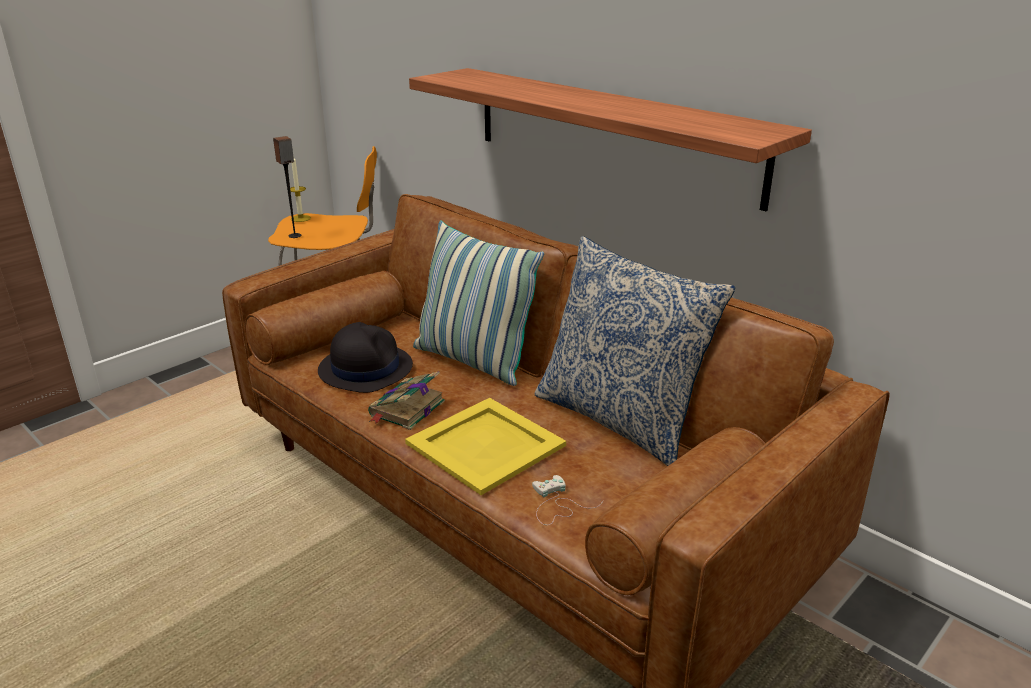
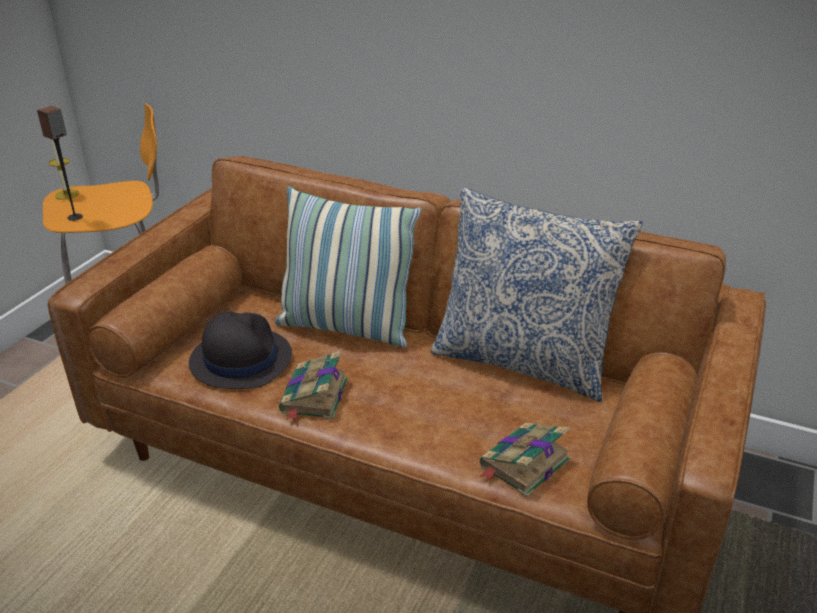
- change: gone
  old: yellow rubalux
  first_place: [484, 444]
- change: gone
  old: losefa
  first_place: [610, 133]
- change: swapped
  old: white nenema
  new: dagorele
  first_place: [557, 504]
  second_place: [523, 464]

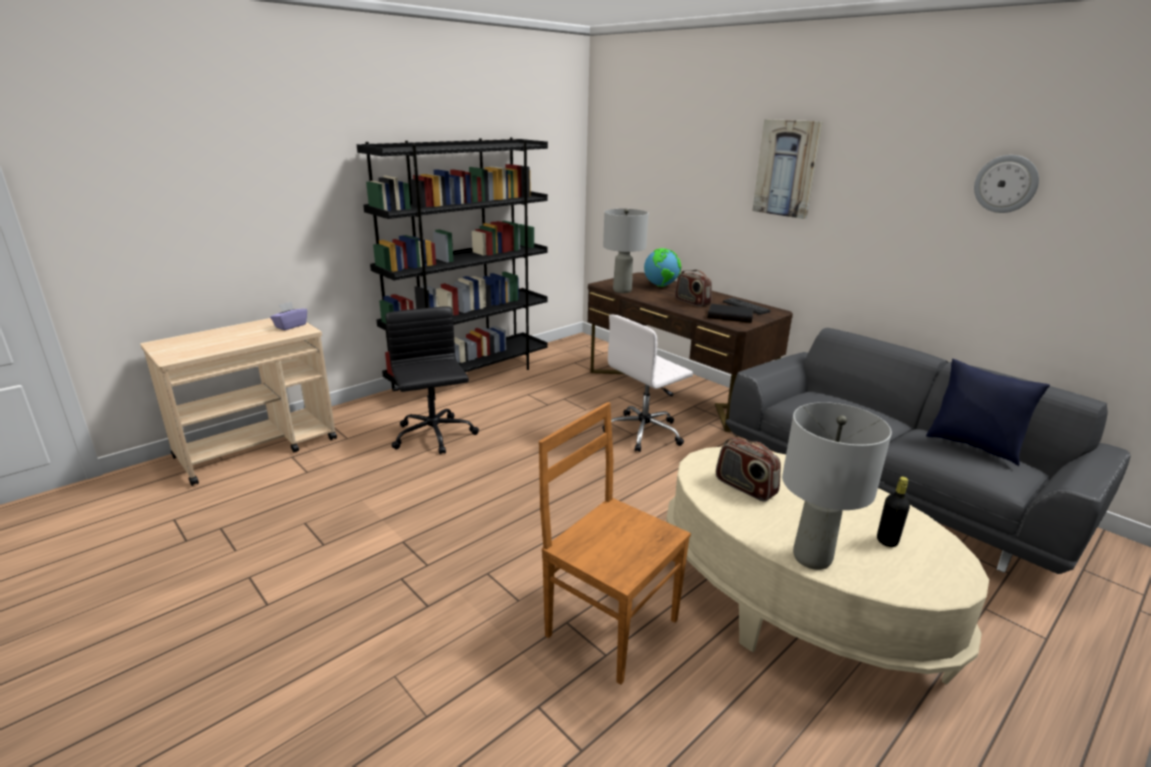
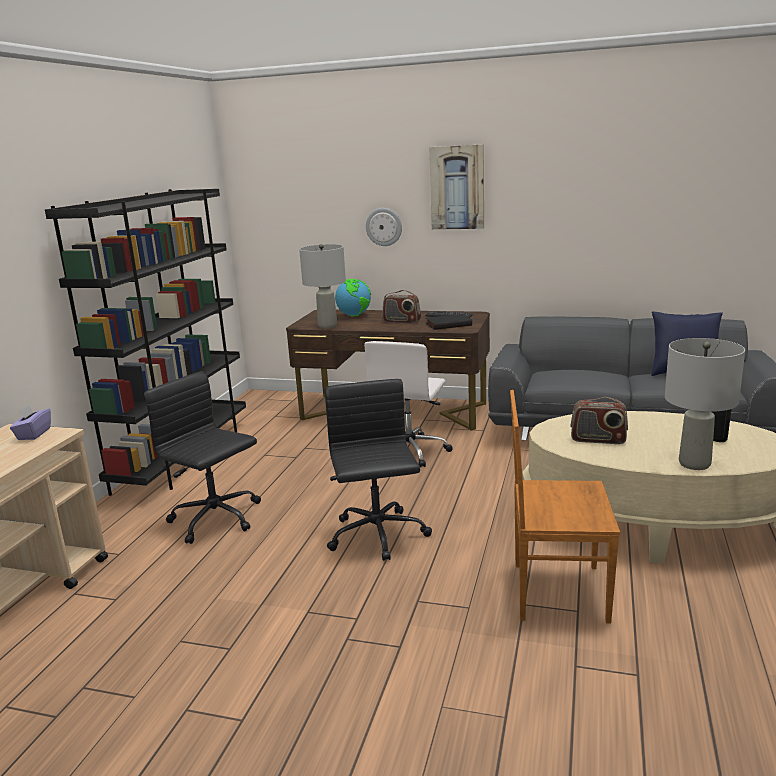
- change: new
  new: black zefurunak
  second_place: [377, 536]
- change: shifted
  old: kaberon
  first_place: [1006, 184]
  second_place: [384, 227]

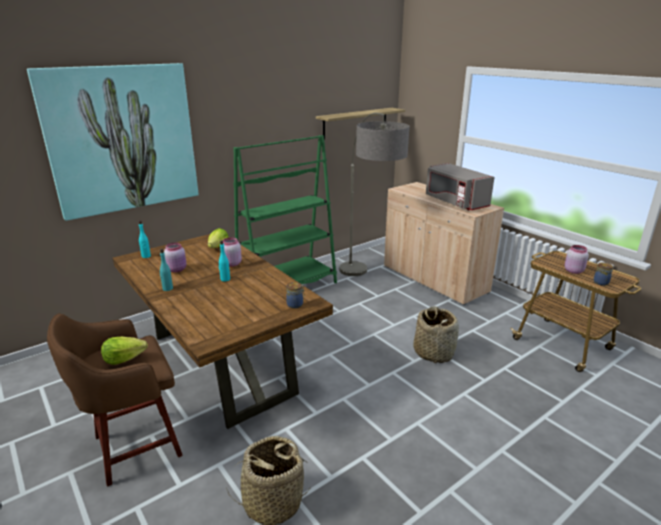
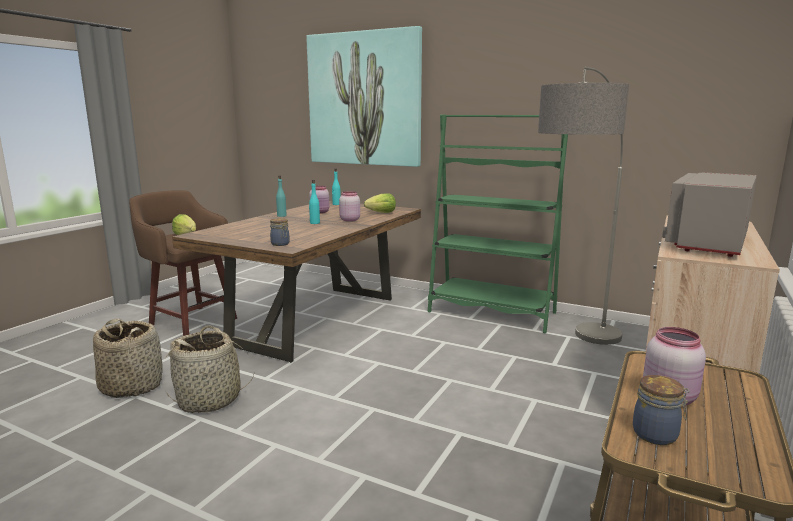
- change: gone
  old: losefa
  first_place: [355, 123]
- change: shifted
  old: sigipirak
  first_place: [434, 352]
  second_place: [210, 400]

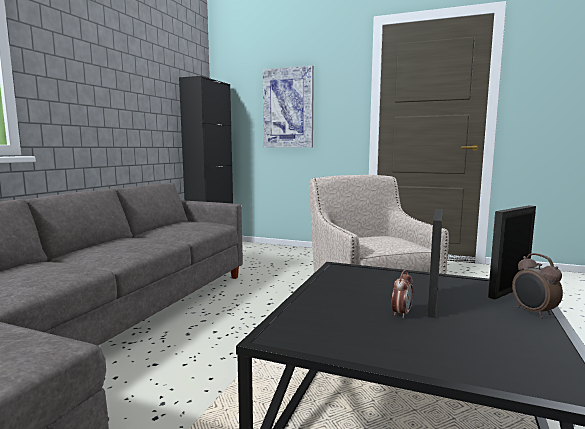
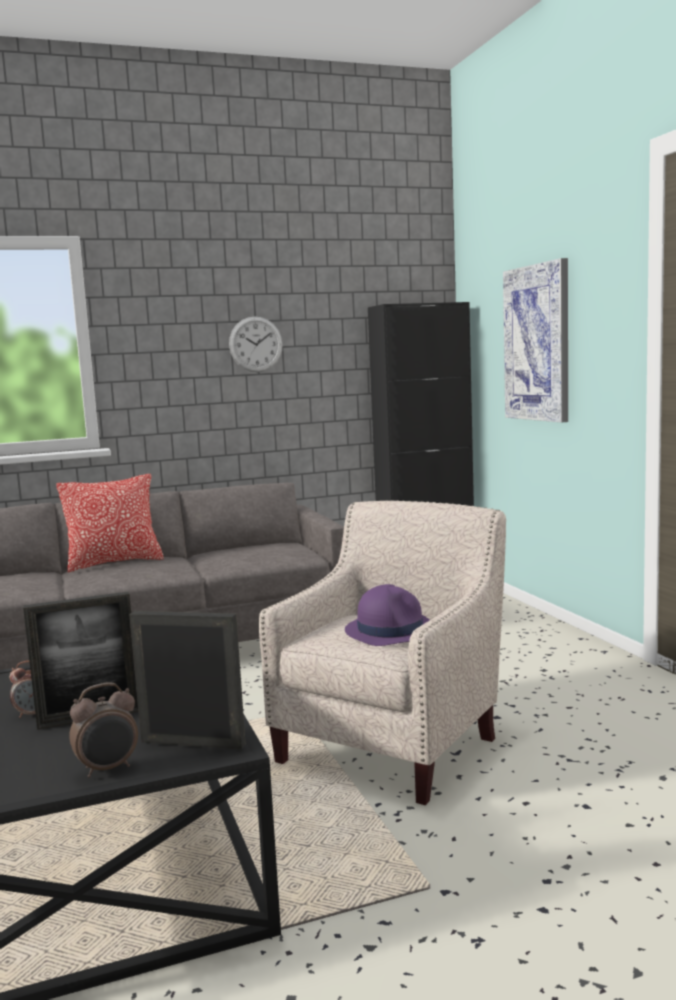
- change: new
  new: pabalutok
  second_place: [114, 563]
- change: new
  new: kaberon
  second_place: [255, 344]
- change: new
  new: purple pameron
  second_place: [390, 630]
- change: rotated
  old: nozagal
  first_place: [533, 312]
  second_place: [108, 769]
  degrees: -150

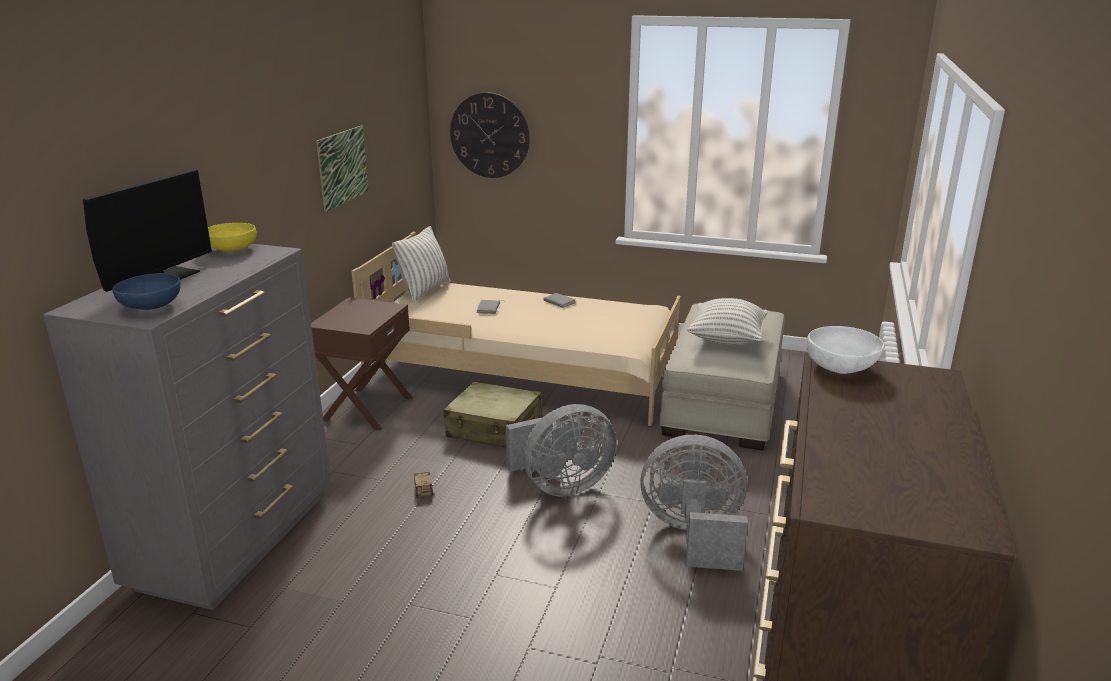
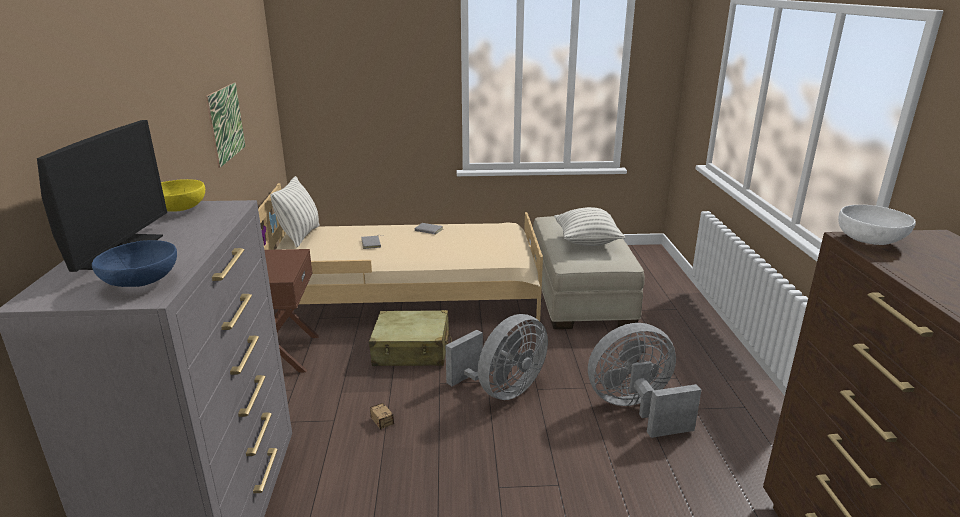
- change: gone
  old: kaberon
  first_place: [489, 135]

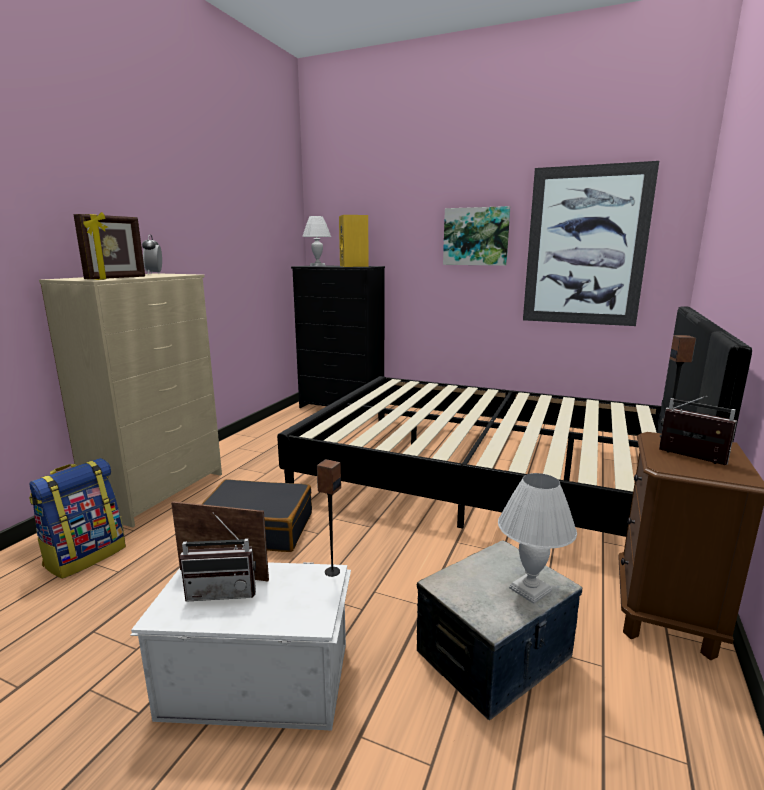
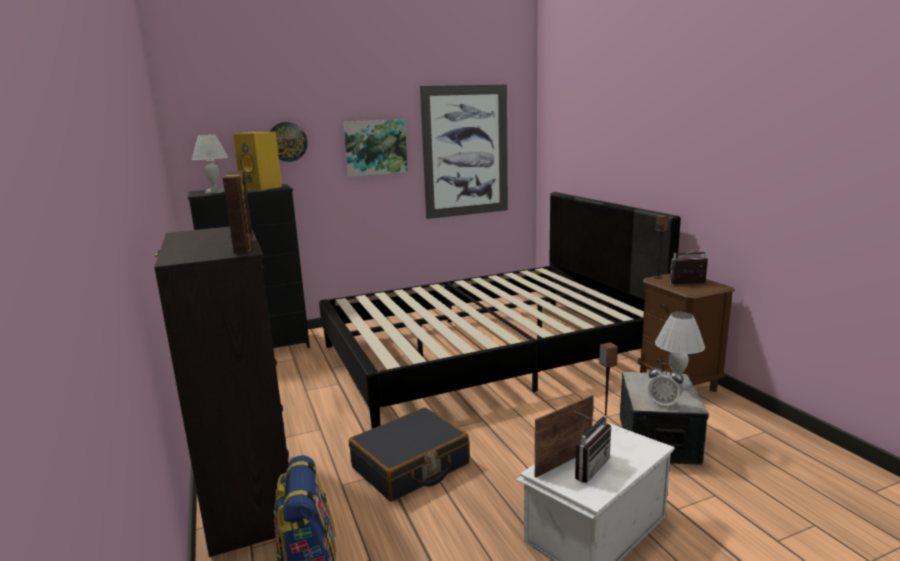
- change: new
  new: kaberon
  second_place: [287, 141]
- change: shifted
  old: nozagal
  first_place: [154, 273]
  second_place: [664, 404]
- change: repainted
  old: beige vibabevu
  new: black vibabevu
  first_place: [160, 492]
  second_place: [250, 495]

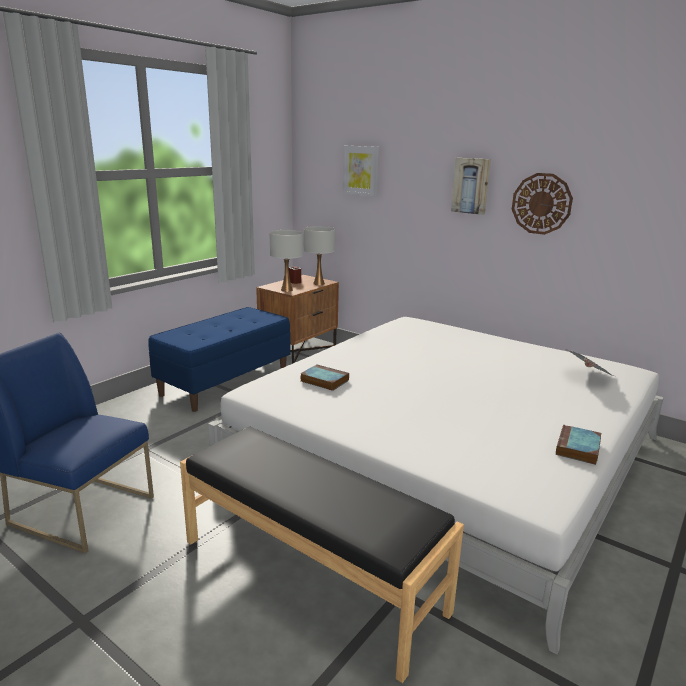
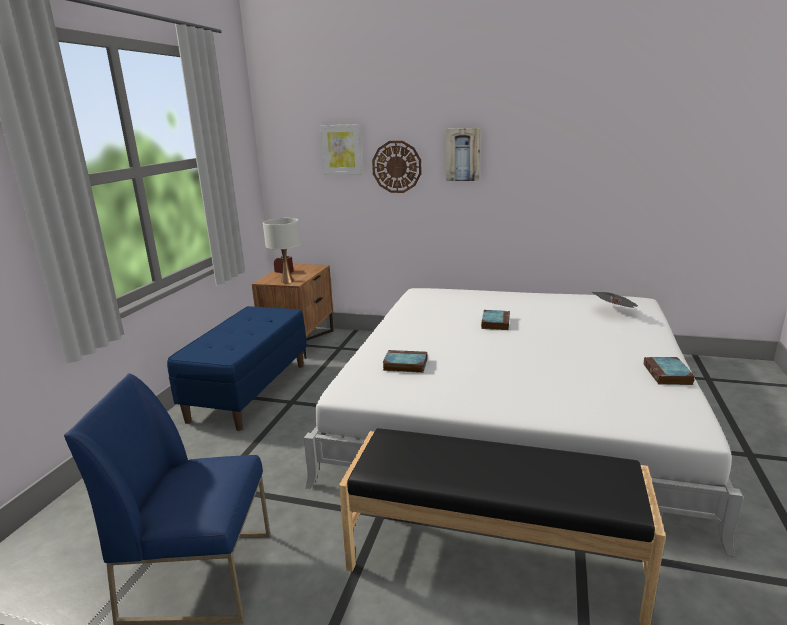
- change: gone
  old: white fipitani
  first_place: [318, 283]
- change: new
  new: dagorele
  second_place: [495, 322]
- change: shifted
  old: kaberon
  first_place: [541, 203]
  second_place: [396, 167]

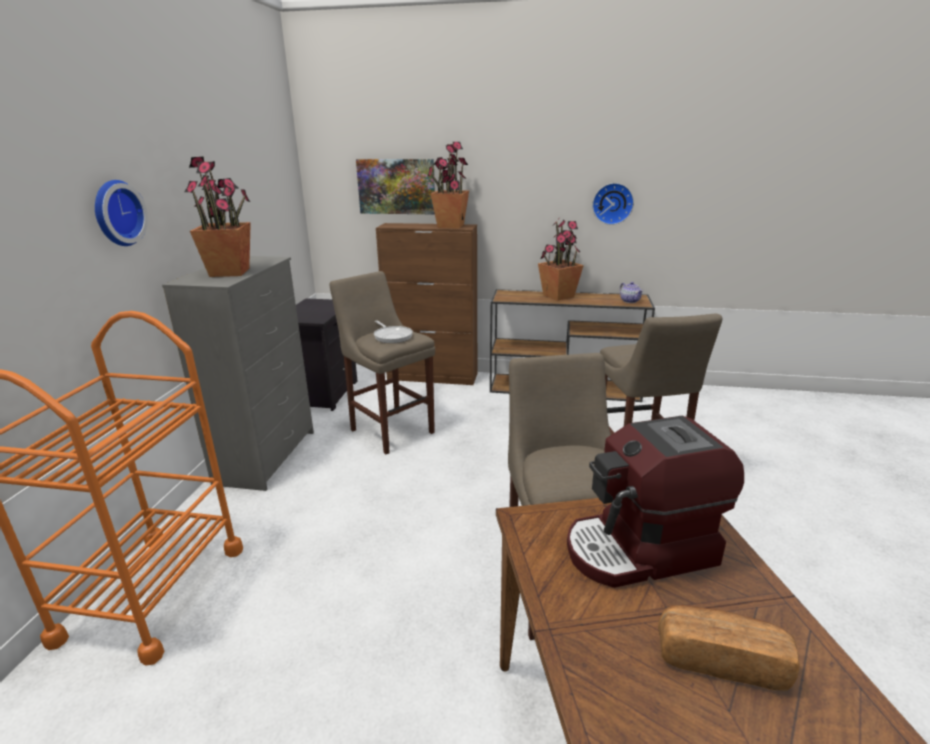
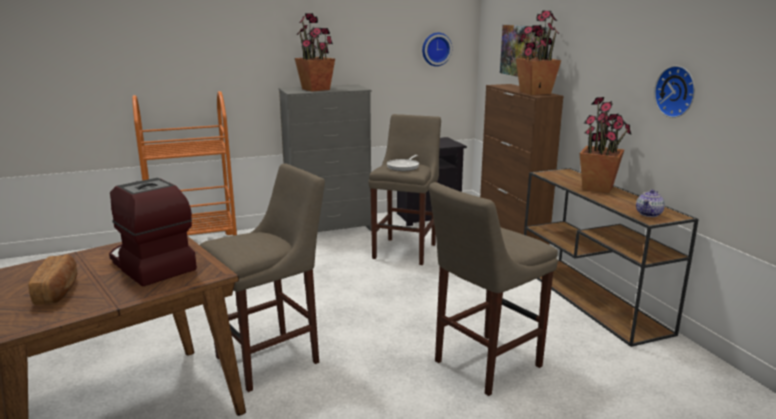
- change: shifted
  old: kaberon
  first_place: [116, 213]
  second_place: [436, 49]

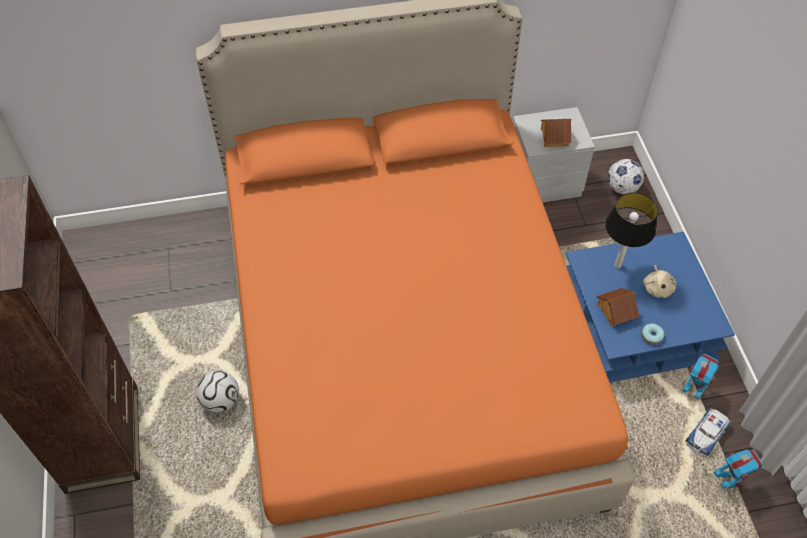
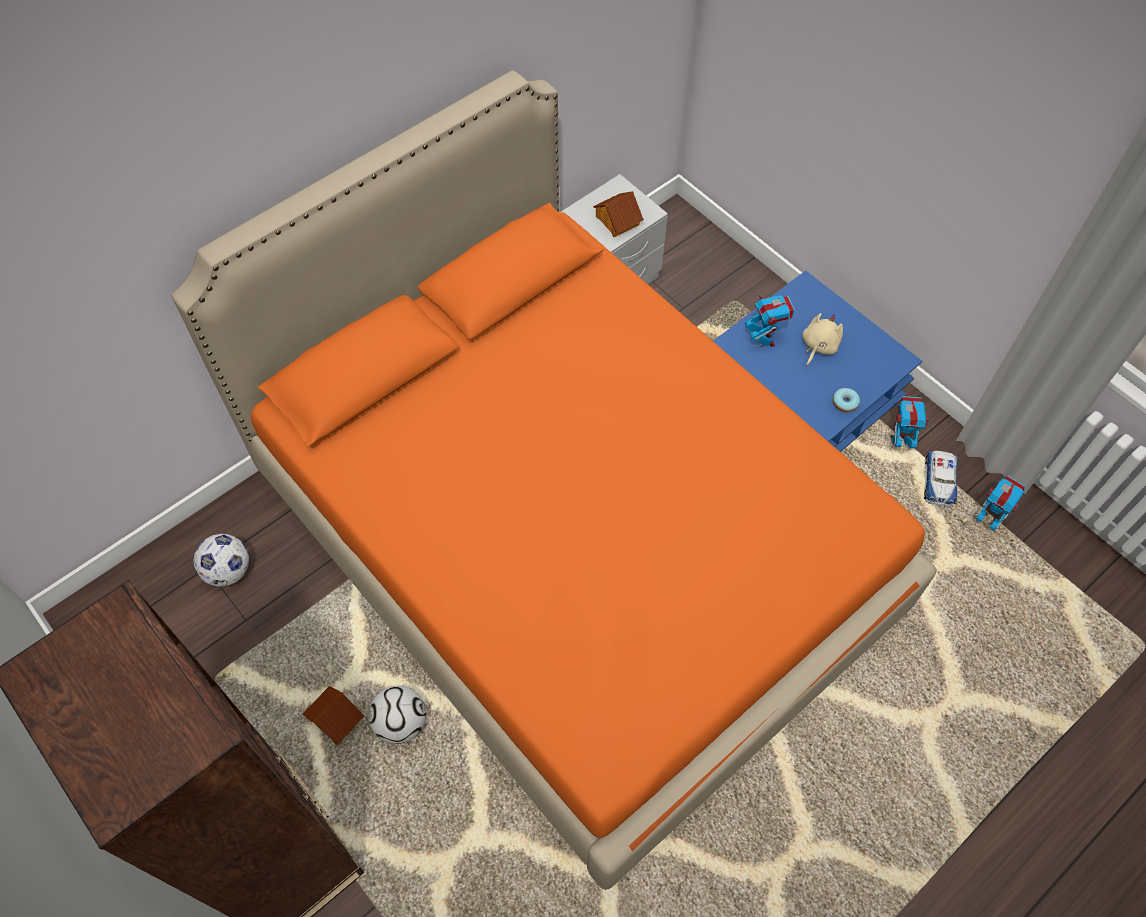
- change: shifted
  old: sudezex
  first_place: [615, 311]
  second_place: [334, 719]
- change: shifted
  old: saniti
  first_place: [622, 188]
  second_place: [228, 571]
- change: swapped
  old: fipitani
  new: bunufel
  first_place: [618, 266]
  second_place: [764, 340]
- change: rotated
  old: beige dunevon
  first_place: [657, 288]
  second_place: [818, 346]
  degrees: -120

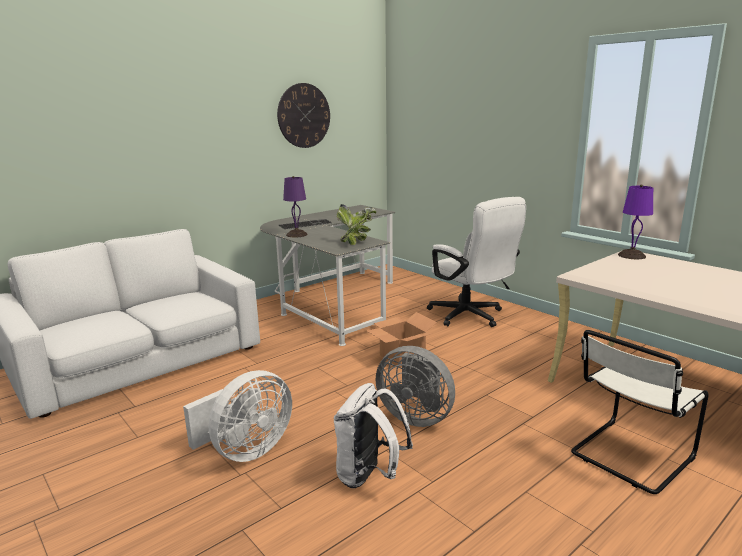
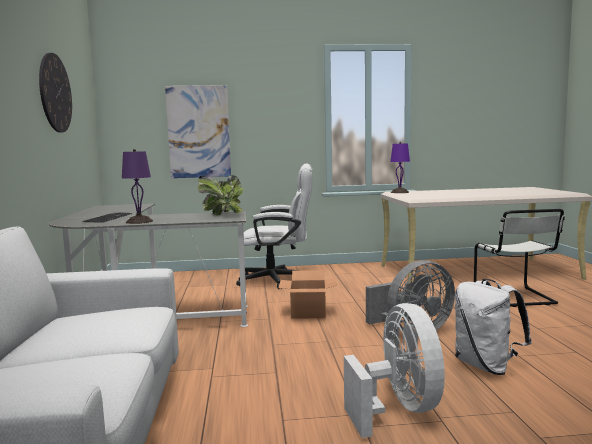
- change: new
  new: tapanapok
  second_place: [198, 132]

